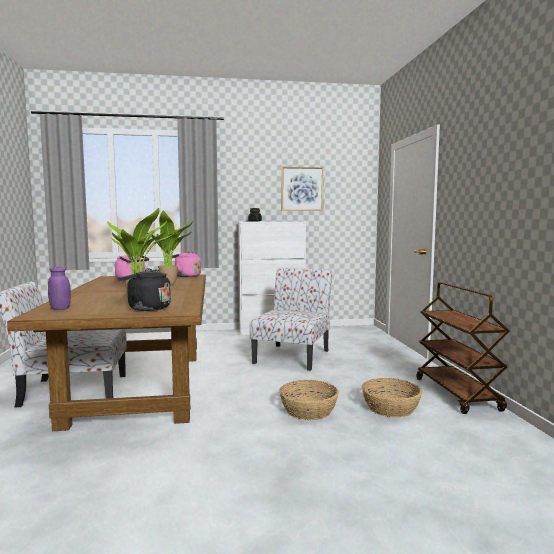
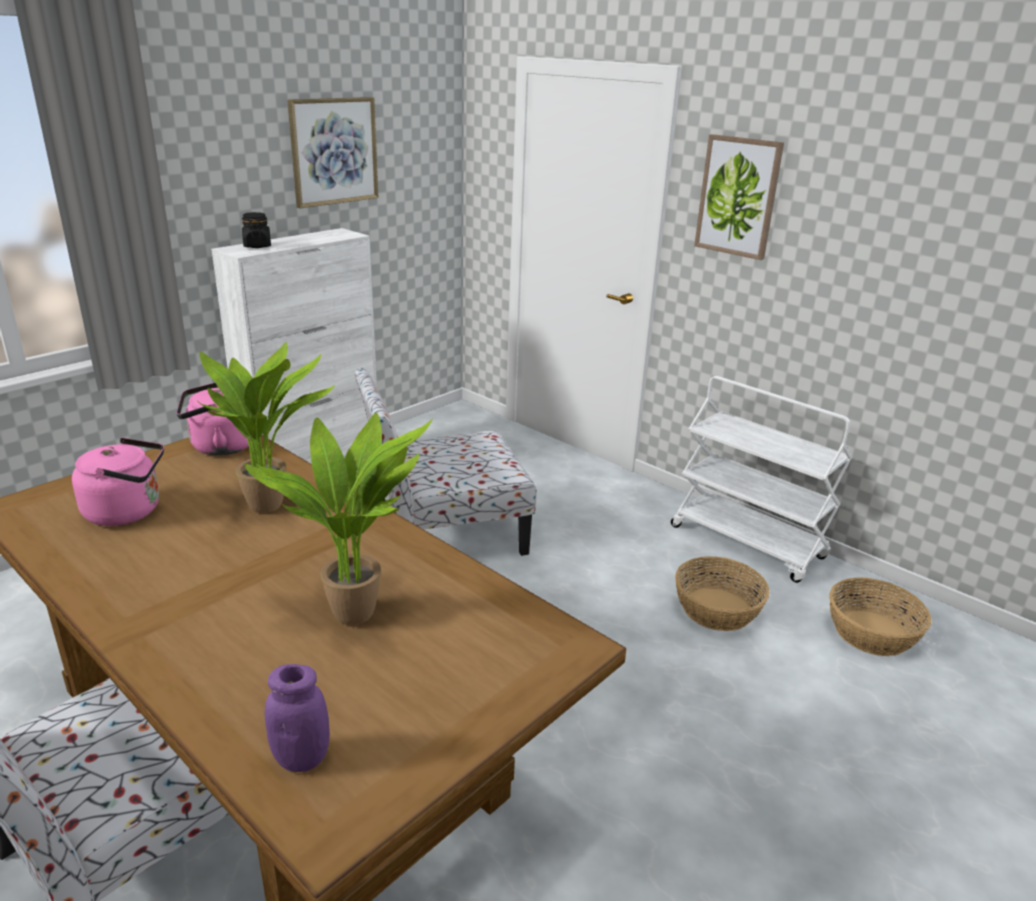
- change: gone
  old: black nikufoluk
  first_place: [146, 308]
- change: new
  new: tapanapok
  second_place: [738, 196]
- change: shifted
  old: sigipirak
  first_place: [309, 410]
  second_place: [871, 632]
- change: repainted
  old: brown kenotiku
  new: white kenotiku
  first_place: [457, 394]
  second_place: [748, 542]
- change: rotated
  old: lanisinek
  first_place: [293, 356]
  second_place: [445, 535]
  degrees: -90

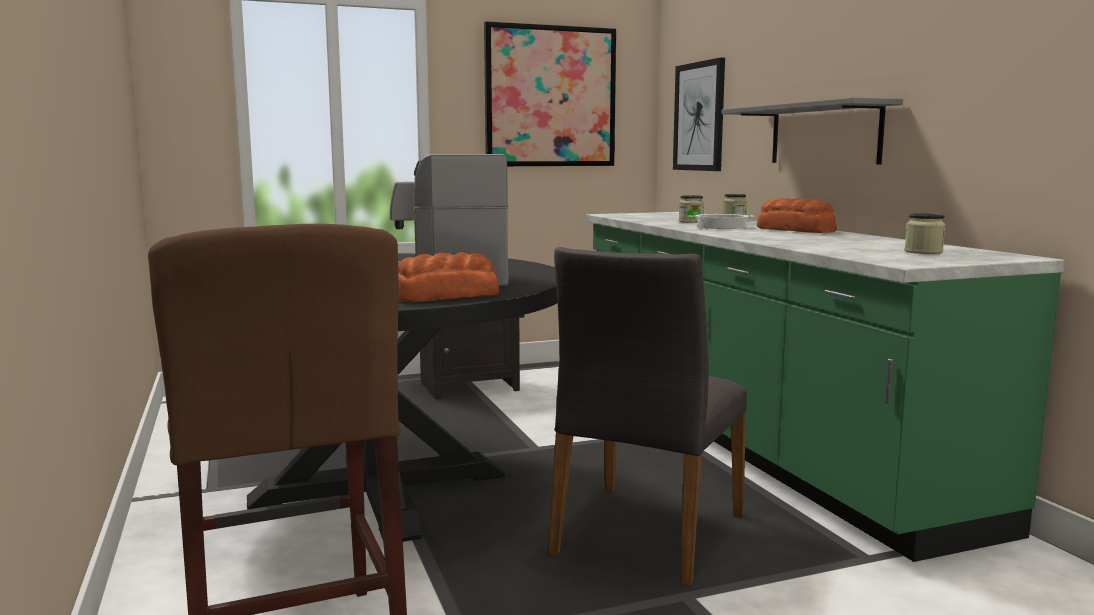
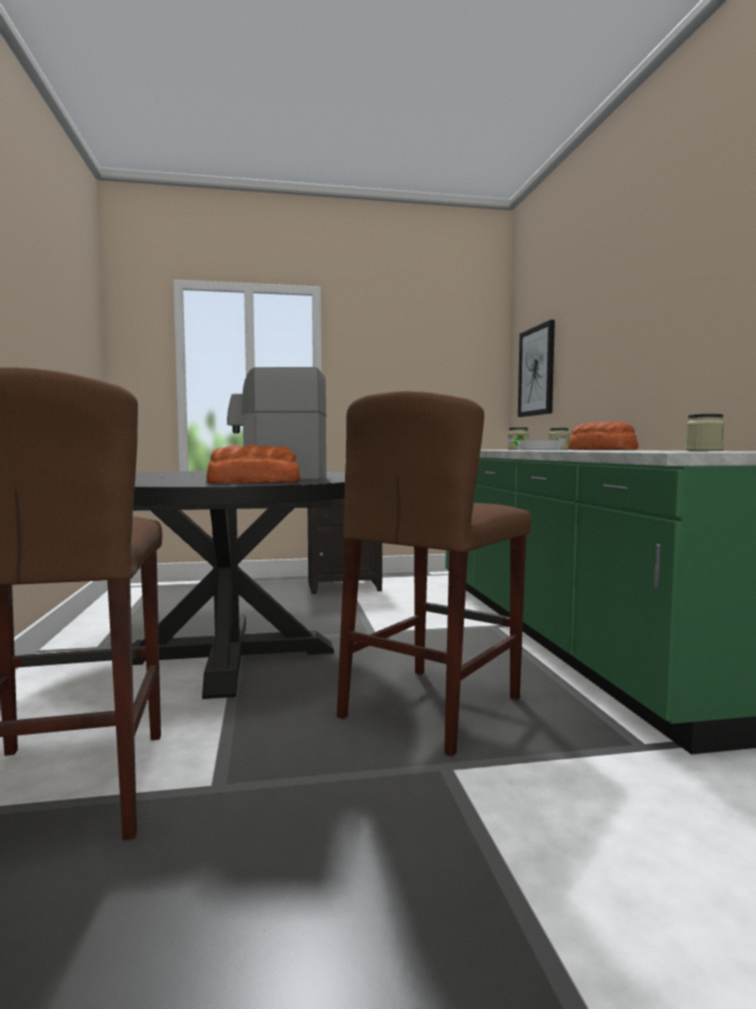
- change: gone
  old: tapanapok
  first_place: [550, 97]
- change: gone
  old: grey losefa
  first_place: [824, 134]
- change: swapped
  old: grey lanisinek
  new: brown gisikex
  first_place: [646, 533]
  second_place: [433, 707]

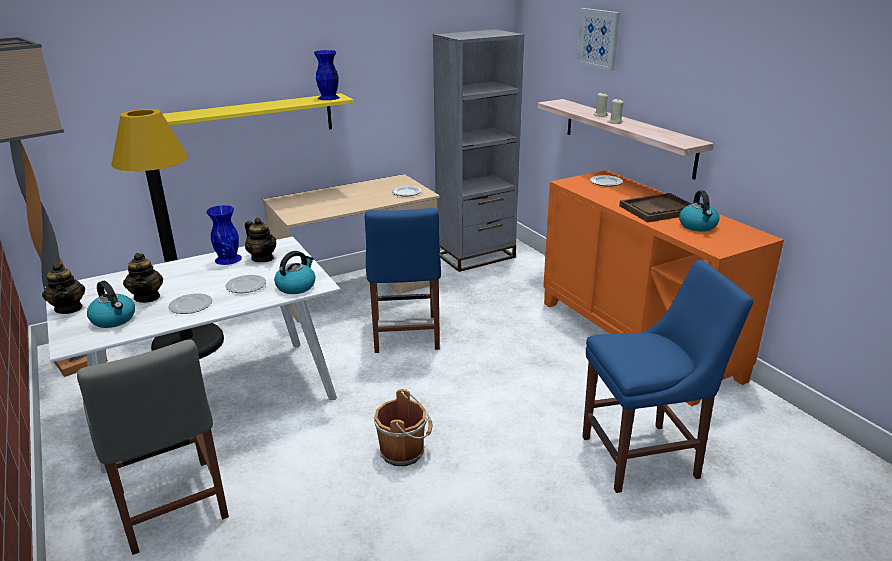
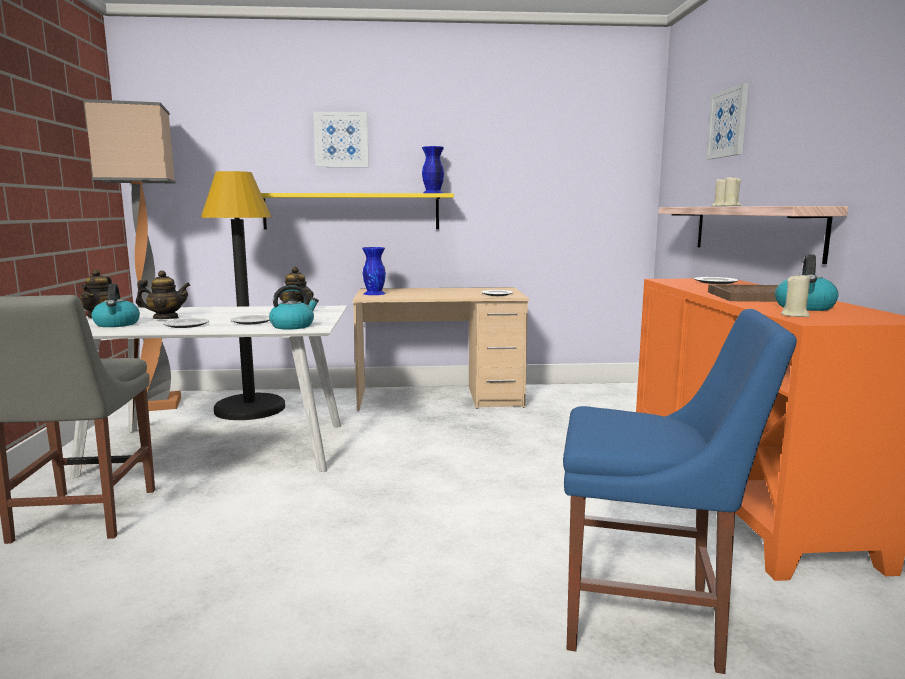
- change: gone
  old: blue lanisinek
  first_place: [405, 336]
- change: gone
  old: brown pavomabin
  first_place: [404, 452]
- change: gone
  old: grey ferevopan
  first_place: [476, 256]
- change: new
  new: tapanapok
  second_place: [341, 140]
- change: new
  new: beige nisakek
  second_place: [795, 315]
- change: shifted
  old: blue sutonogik
  first_place: [228, 259]
  second_place: [374, 293]
- change: rotated
  old: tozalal
  first_place: [147, 297]
  second_place: [166, 318]
  degrees: -105

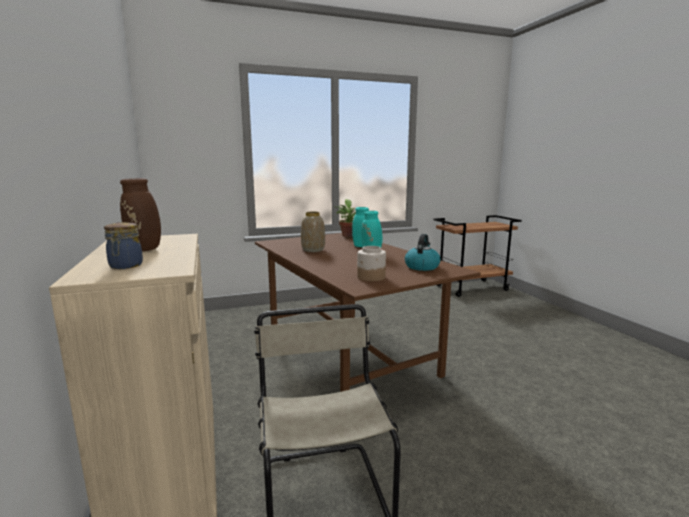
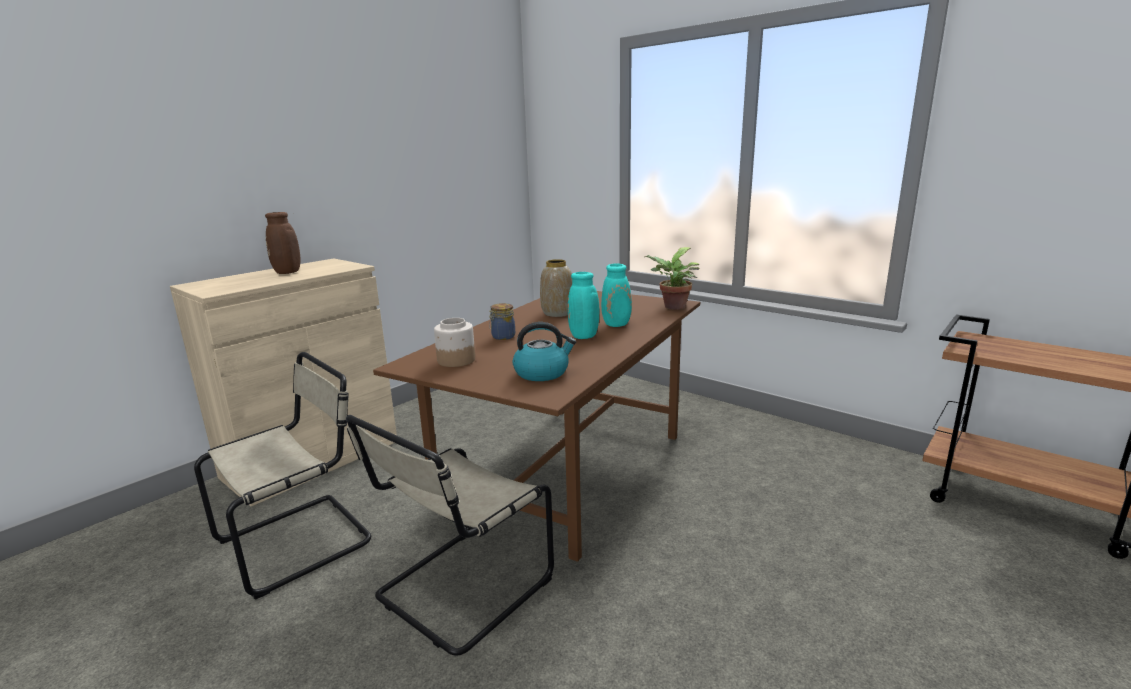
- change: new
  new: beige lanisinek
  second_place: [459, 590]
- change: shifted
  old: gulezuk
  first_place: [125, 266]
  second_place: [502, 337]

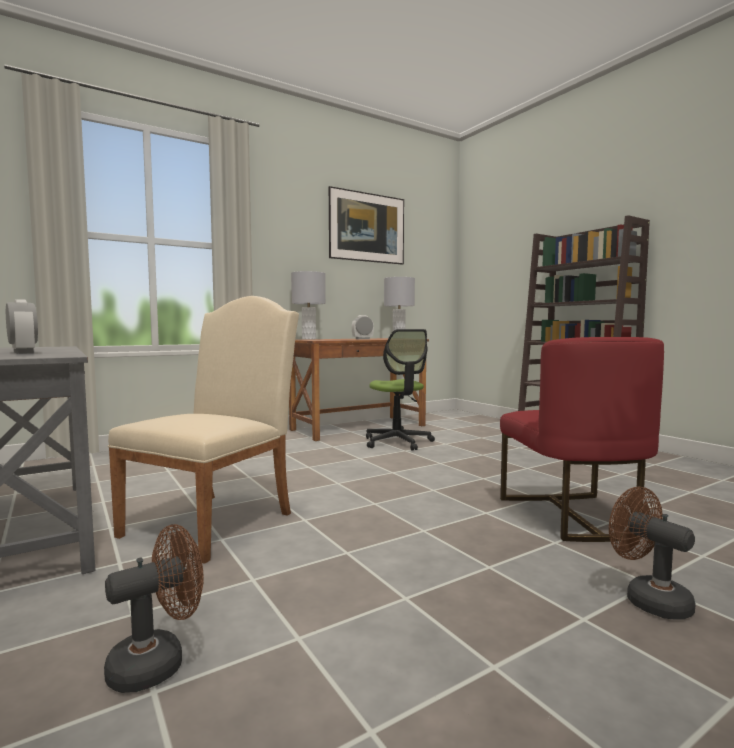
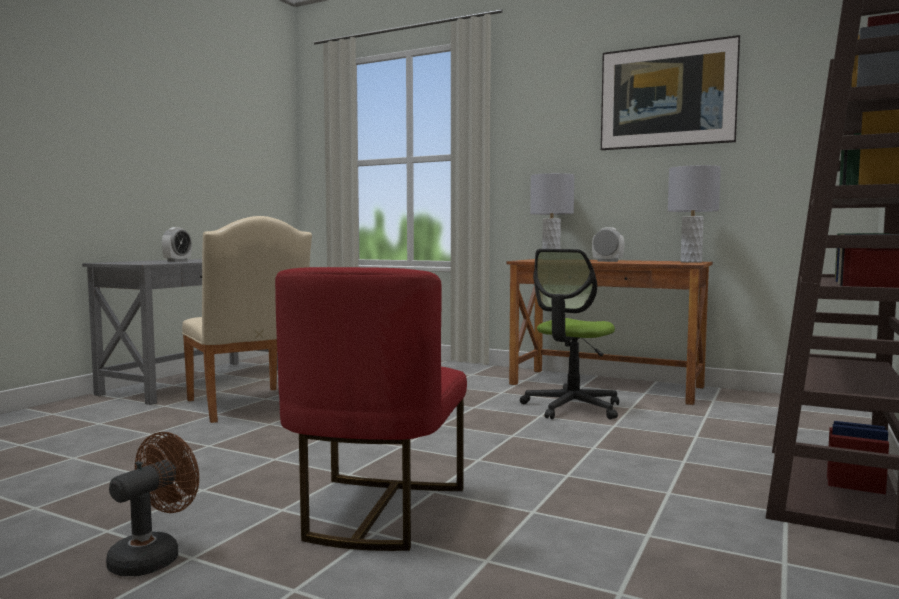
- change: gone
  old: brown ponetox
  first_place: [158, 662]
- change: rotated
  old: beige lanisinek
  first_place: [216, 520]
  second_place: [248, 406]
  degrees: 60
- change: rotated
  old: red lanisinek
  first_place: [571, 516]
  second_place: [376, 512]
  degrees: -45

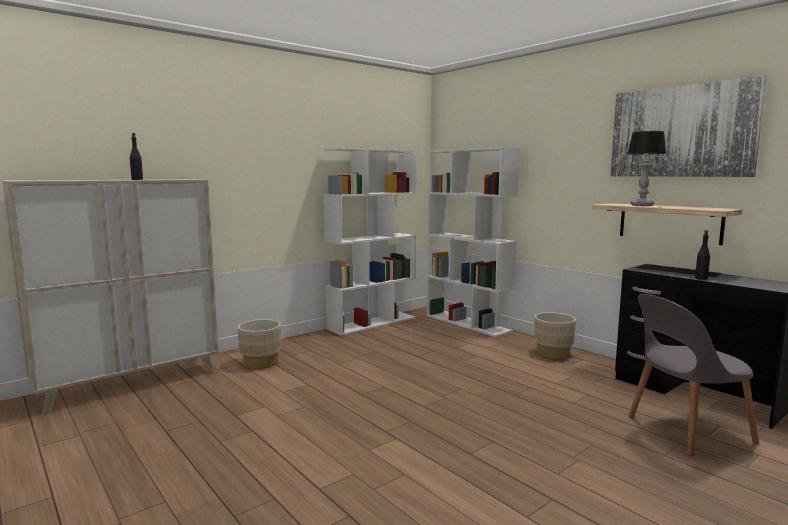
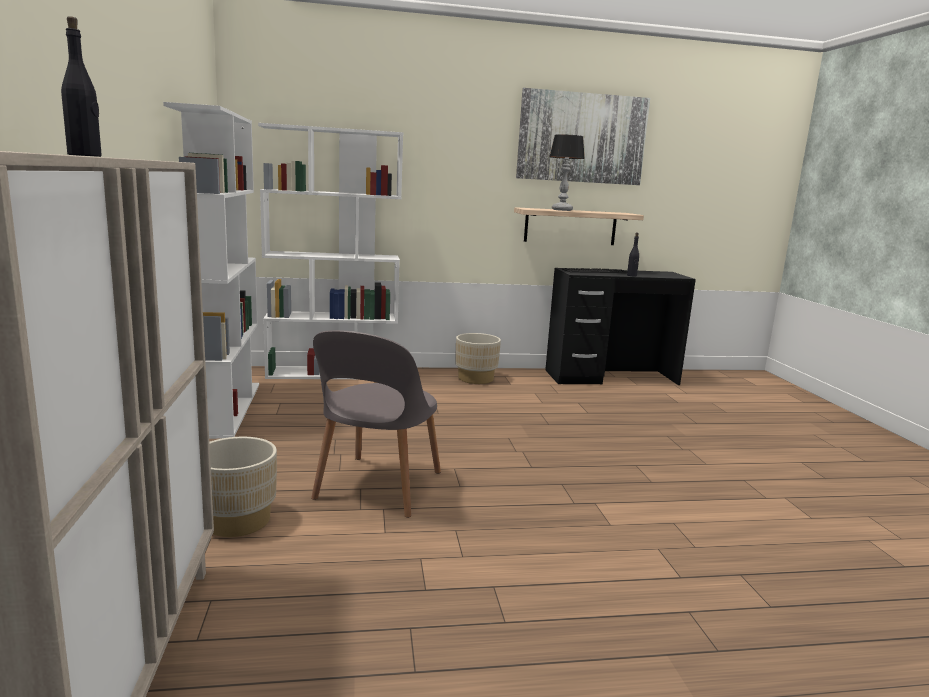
- change: shifted
  old: grey lanisinek
  first_place: [685, 430]
  second_place: [377, 488]

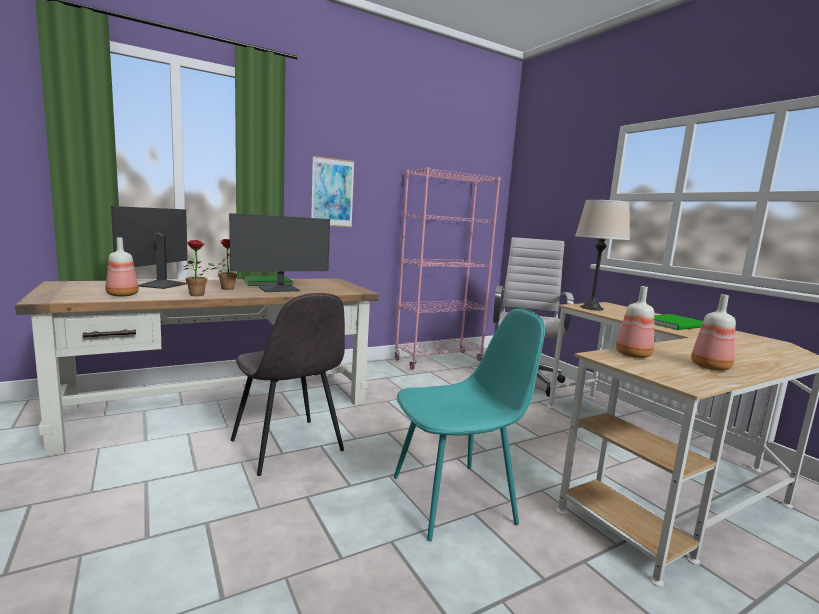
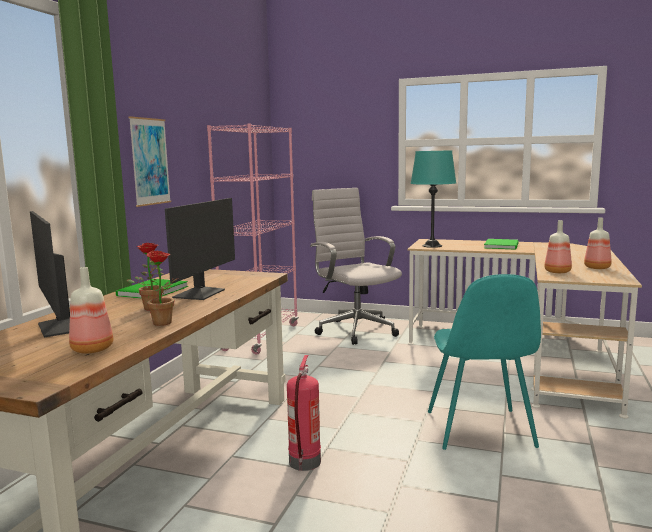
- change: swapped
  old: grey lanisinek
  new: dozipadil
  first_place: [288, 447]
  second_place: [305, 463]
- change: repainted
  old: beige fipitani
  new: turquoise fipitani
  first_place: [591, 308]
  second_place: [432, 246]
- change: rotated
  old: turquoise lanisinek
  first_place: [455, 499]
  second_place: [480, 430]
  degrees: 150

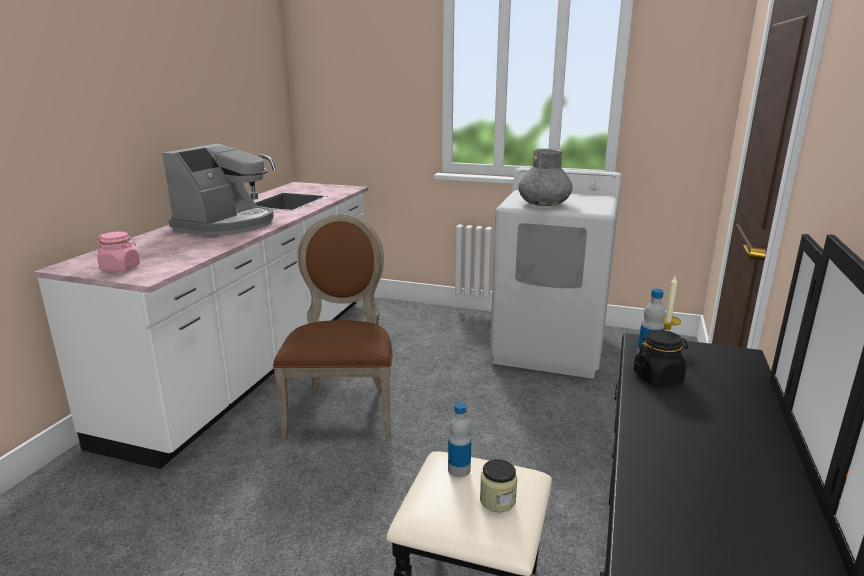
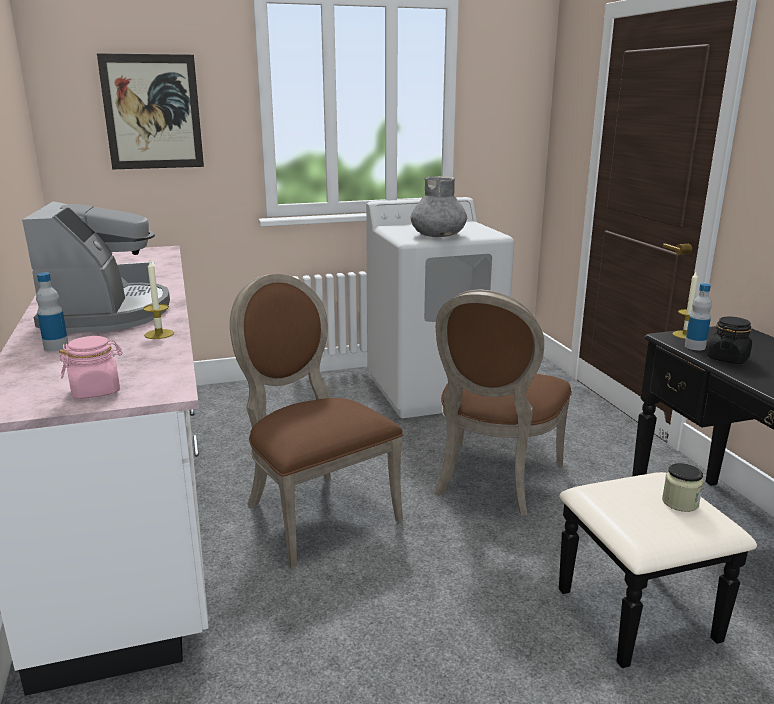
- change: new
  new: tapanapok
  second_place: [152, 112]
- change: new
  new: nisakek
  second_place: [159, 334]
- change: new
  new: brown lanisinek
  second_place: [493, 480]
- change: shifted
  old: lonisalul
  first_place: [459, 469]
  second_place: [56, 347]

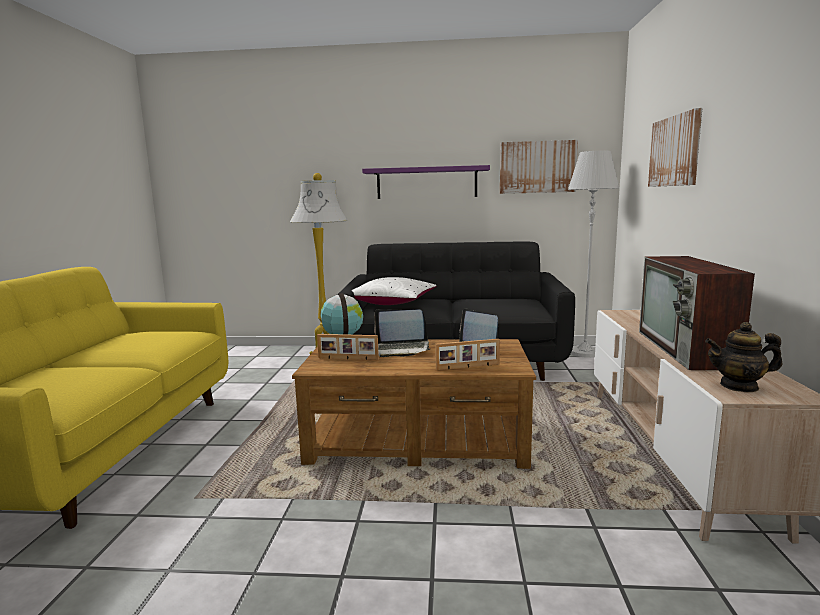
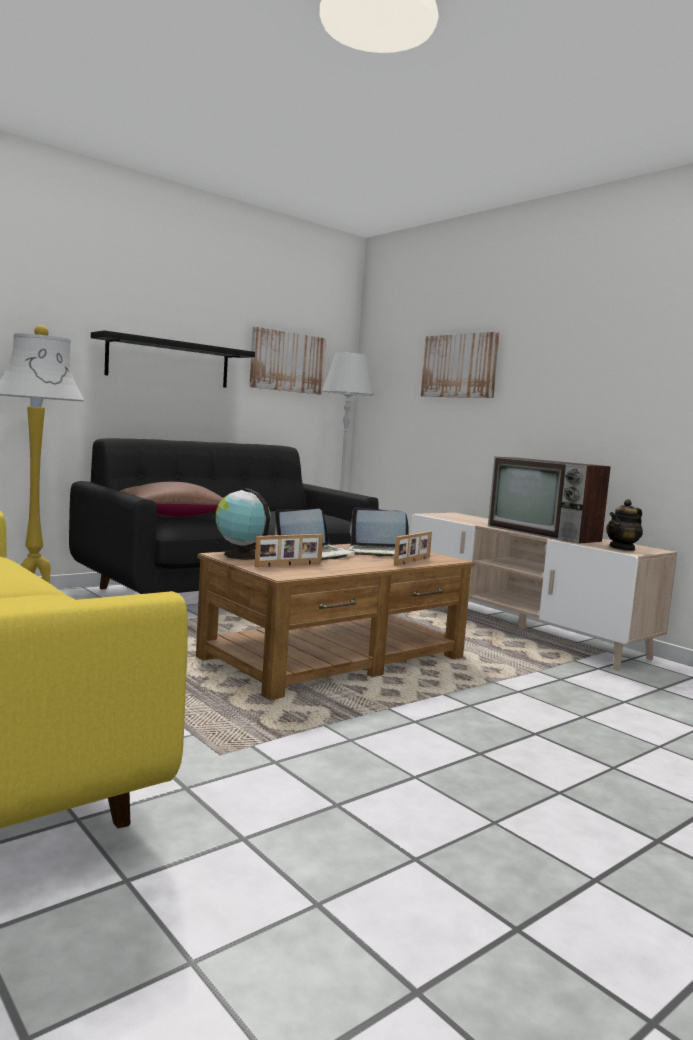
- change: repainted
  old: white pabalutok
  new: brown pabalutok
  first_place: [392, 303]
  second_place: [173, 516]
- change: repainted
  old: purple losefa
  new: black losefa
  first_place: [426, 183]
  second_place: [169, 362]

